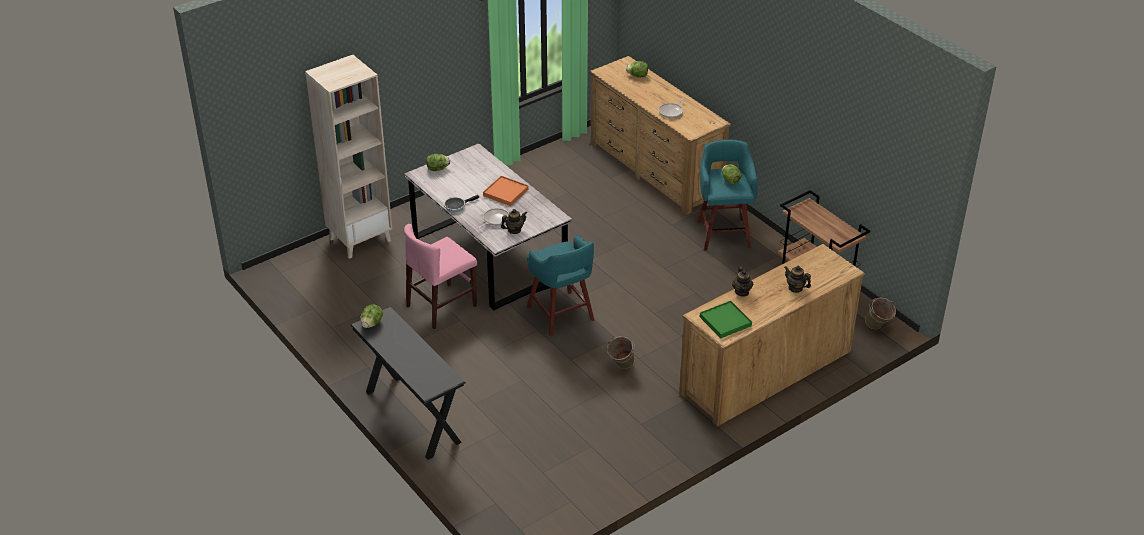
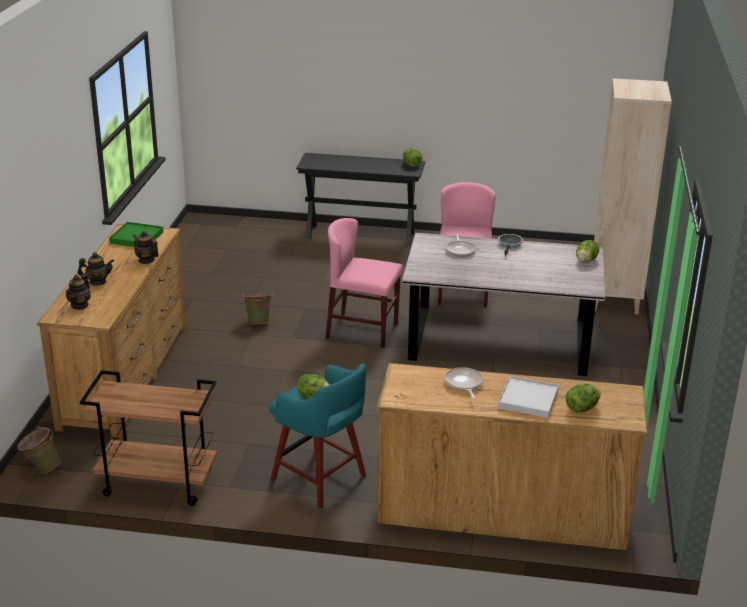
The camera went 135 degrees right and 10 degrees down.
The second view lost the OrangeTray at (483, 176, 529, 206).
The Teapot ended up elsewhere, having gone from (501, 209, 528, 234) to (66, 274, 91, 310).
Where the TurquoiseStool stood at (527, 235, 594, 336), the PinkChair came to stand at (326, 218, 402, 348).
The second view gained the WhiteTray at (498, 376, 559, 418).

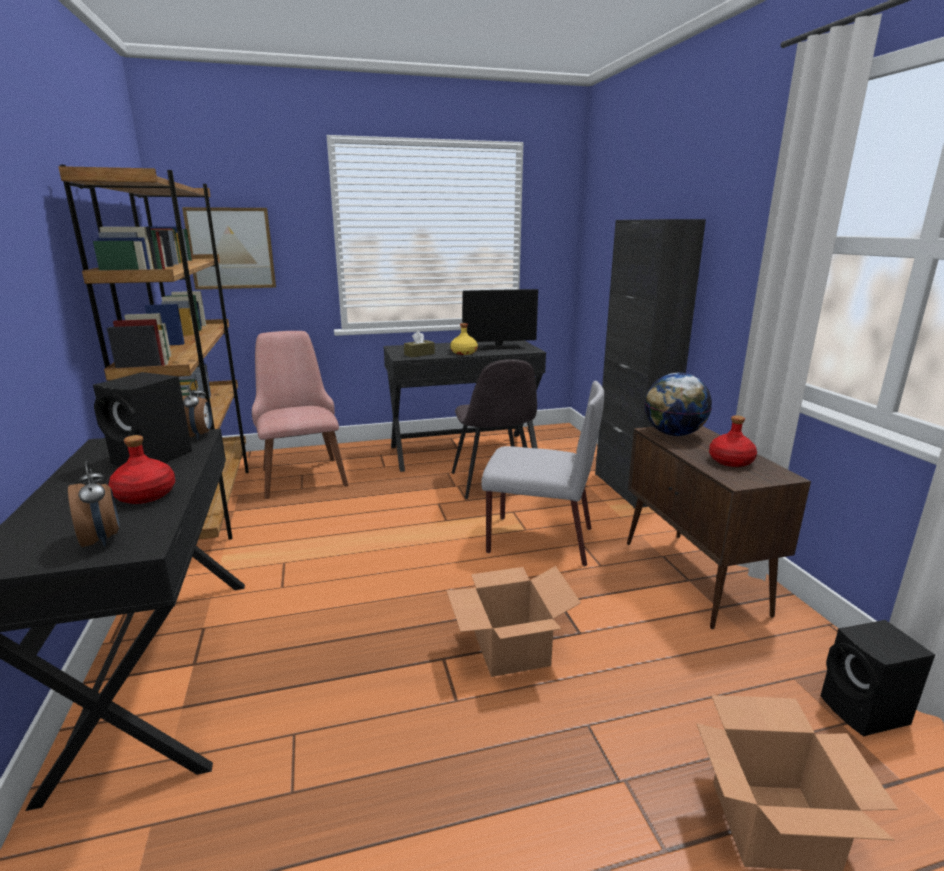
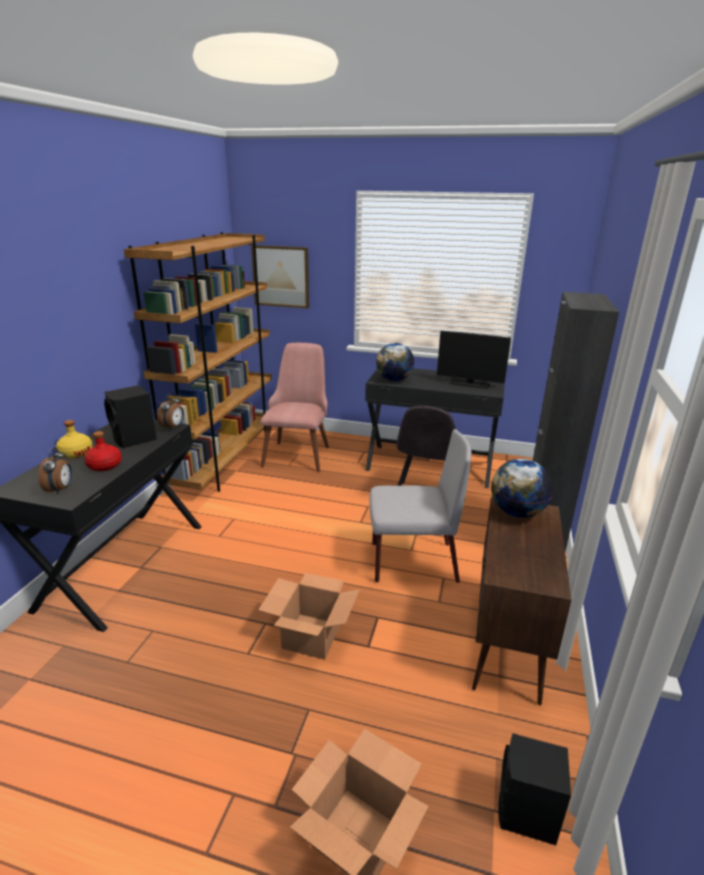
The camera went 30 degrees right and 5 degrees up.
Where the BrownTissueBox stood at (404, 331, 435, 357), the Globe came to stand at (376, 343, 414, 381).
The YellowBottle ended up elsewhere, having gone from (450, 323, 478, 355) to (56, 420, 93, 458).
The GreyChair at (481, 381, 604, 566) ended up facing another way, 45 degrees counterclockwise from before.
The second view lost the RedBottle at (709, 415, 757, 467).

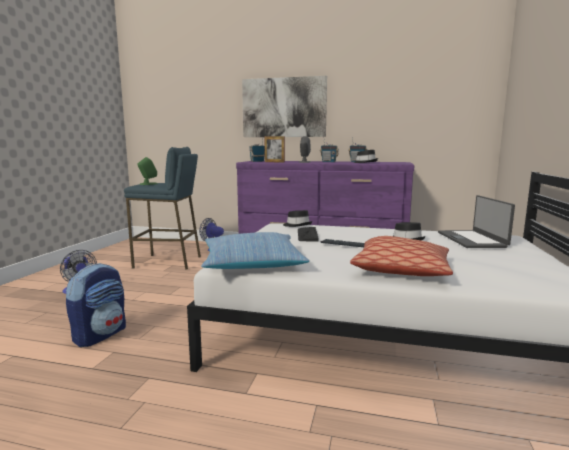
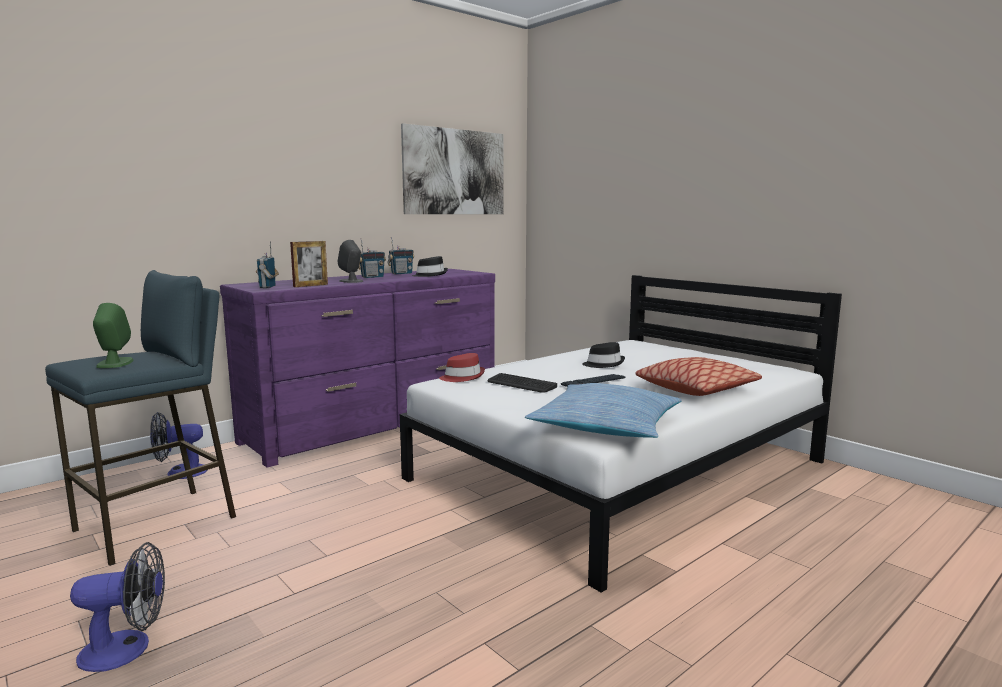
The camera went 55 degrees left and 0 degrees up.
The second view lost the Backpack at (66, 263, 126, 347).
The Picture ended up elsewhere, having gone from (242, 76, 327, 137) to (401, 123, 504, 214).
What was the BlackHat at (283, 210, 312, 227) turned into the RedHat at (439, 353, 485, 382).
The second view lost the Laptop at (438, 195, 515, 248).

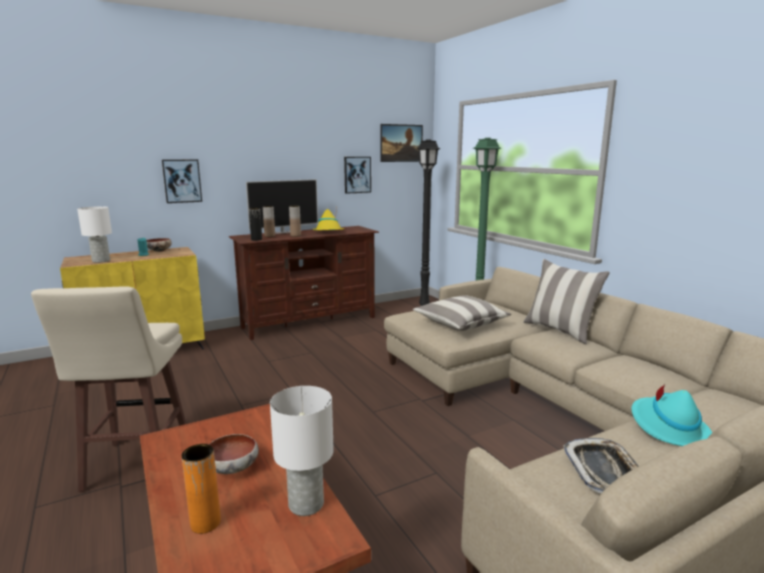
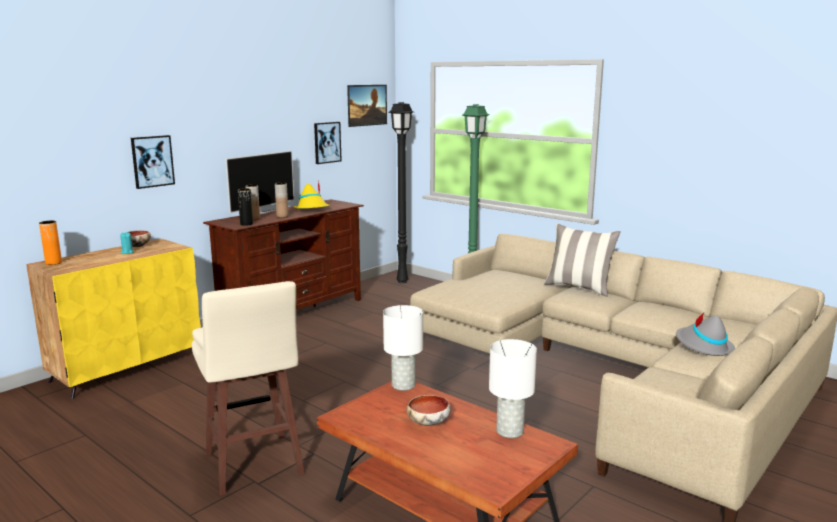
The camera went 20 degrees left and 0 degrees up.
The WhiteTableLamp ended up elsewhere, having gone from (77, 206, 112, 263) to (383, 305, 423, 391).
The OrangeVase ended up elsewhere, having gone from (181, 444, 221, 534) to (39, 221, 62, 265).
The second view lost the Pillow at (413, 295, 511, 331).
The second view lost the Tray at (563, 438, 639, 494).
What was the TurquoiseHat at (632, 384, 712, 446) turned into the GreyHat at (676, 313, 735, 356).

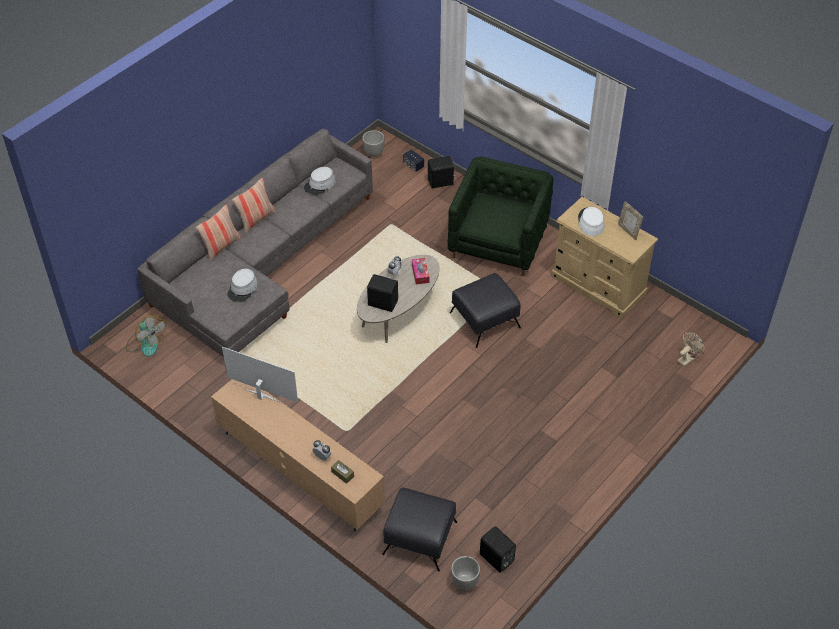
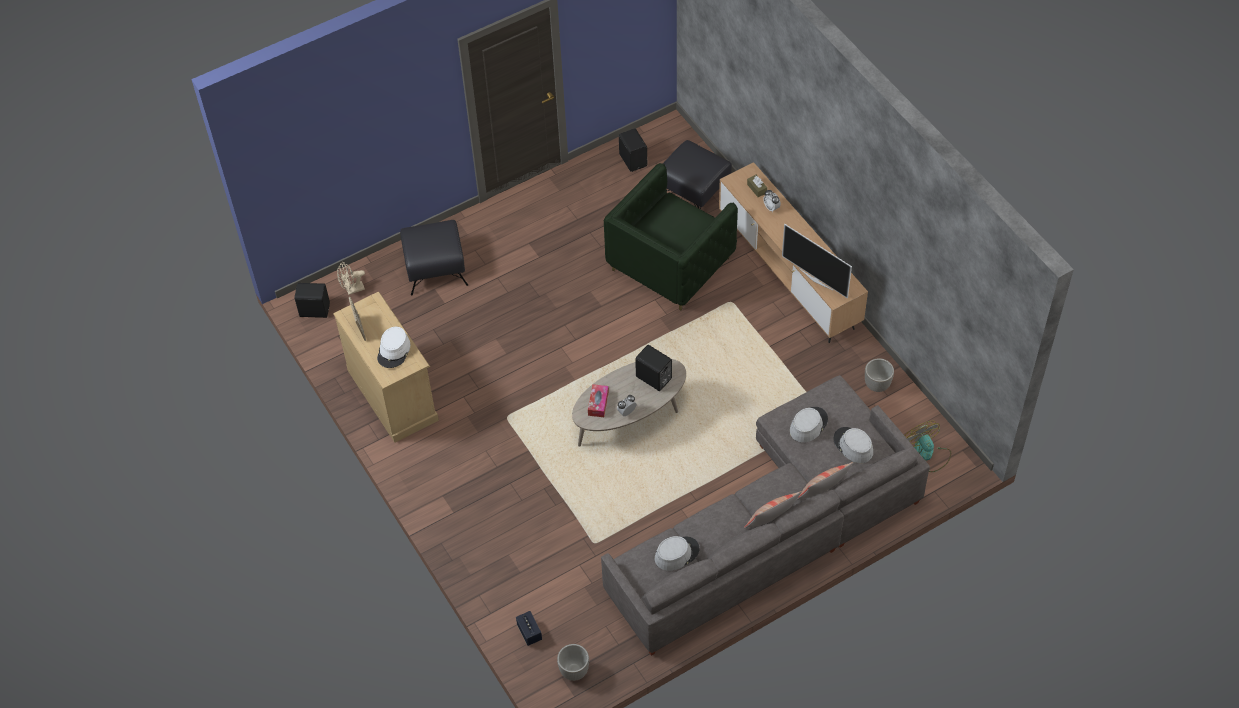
The camera went 160 degrees left and 5 degrees up.
The BlackSpeaker ended up elsewhere, having gone from (428, 156, 455, 189) to (295, 283, 330, 318).
The GreenArmchair ended up elsewhere, having gone from (447, 157, 554, 276) to (604, 163, 738, 310).
The BlackOttoman ended up elsewhere, having gone from (450, 273, 521, 348) to (400, 220, 468, 296).
The Planter ended up elsewhere, having gone from (451, 556, 480, 590) to (865, 358, 894, 392).
The second view gained the GreyHat at (834, 427, 873, 463).

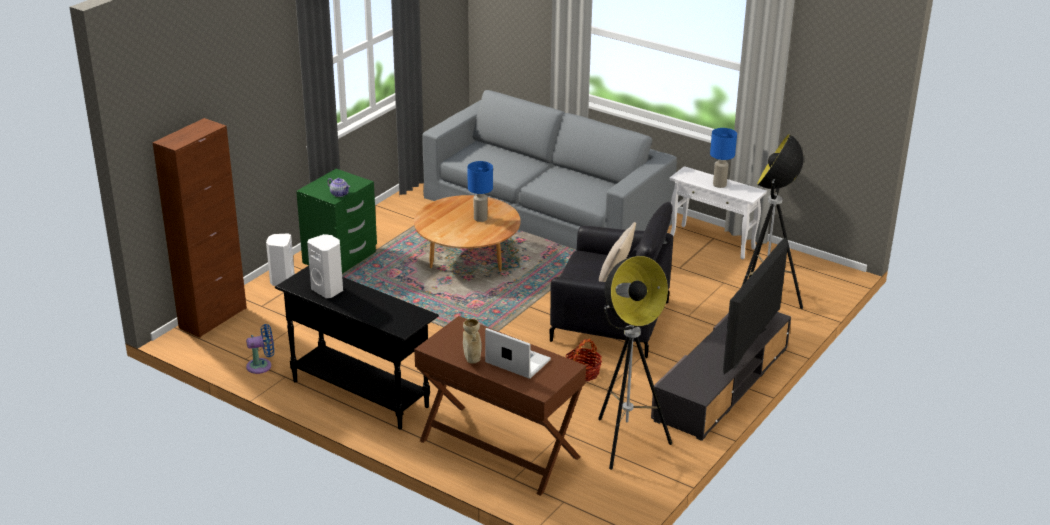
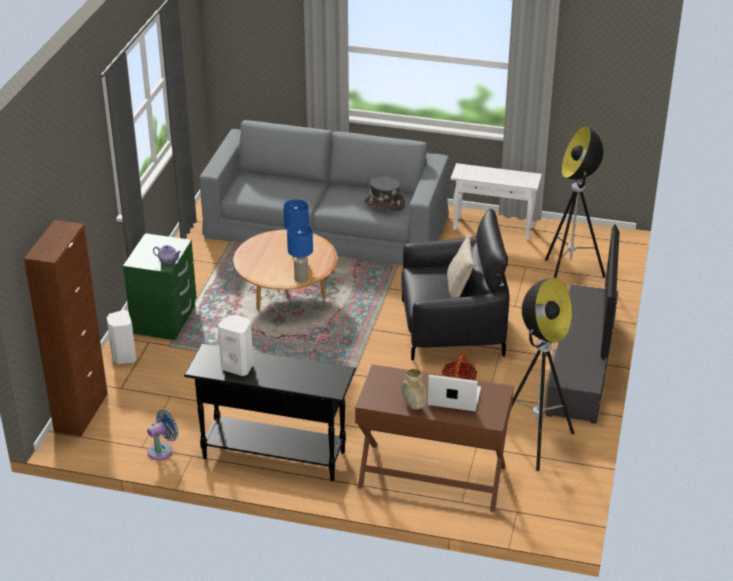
The camera went 20 degrees left and 5 degrees up.
The BlueTableLamp ended up elsewhere, having gone from (710, 128, 737, 188) to (287, 223, 313, 283).
The second view gained the GreyHat at (365, 176, 405, 211).

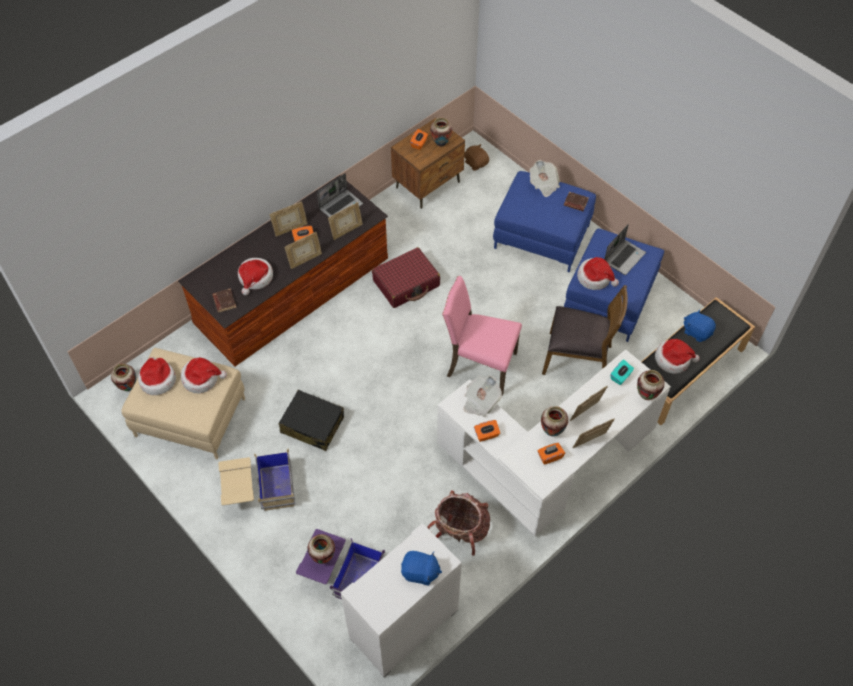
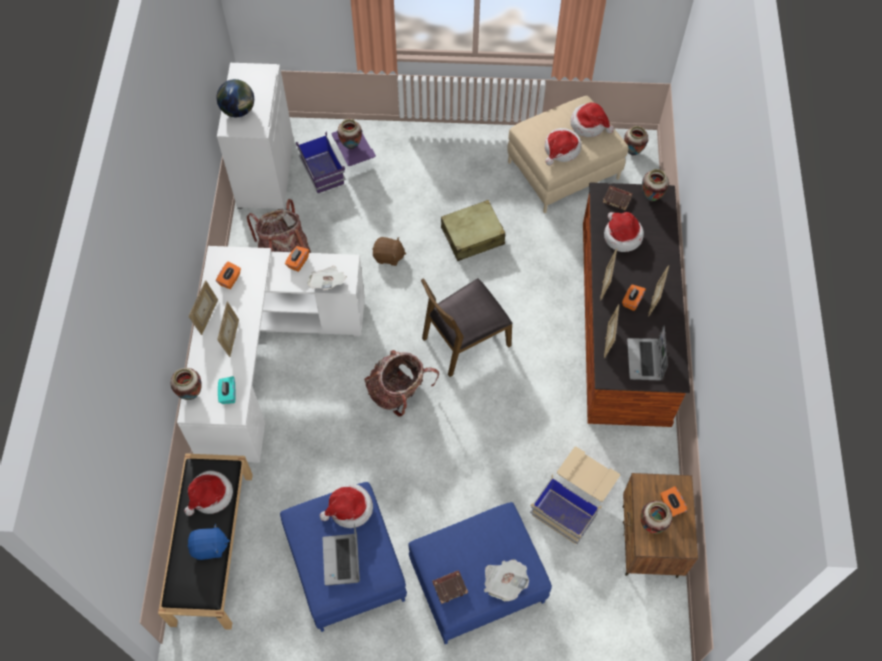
The camera went 135 degrees right and 5 degrees up.
The BeigeStorageBox ended up elsewhere, having gone from (218, 448, 295, 511) to (530, 447, 620, 544).
What was the BlackSuitcase at (279, 390, 344, 451) turned into the BeigeSuitcase at (441, 200, 505, 261).
The second view lost the RedSuitcase at (372, 247, 440, 308).
Where the BluePlushToy stood at (401, 551, 442, 586), the Globe came to stand at (217, 79, 254, 117).
Where the PinkChair stood at (442, 276, 522, 396), the Backpack came to stand at (364, 350, 439, 417).
The BrownPlushToy ended up elsewhere, having gone from (464, 144, 489, 171) to (372, 237, 406, 266).
The Vase ended up elsewhere, having gone from (541, 406, 568, 436) to (642, 169, 669, 201).
The BrownChair ended up elsewhere, having gone from (542, 285, 628, 375) to (421, 278, 513, 377).

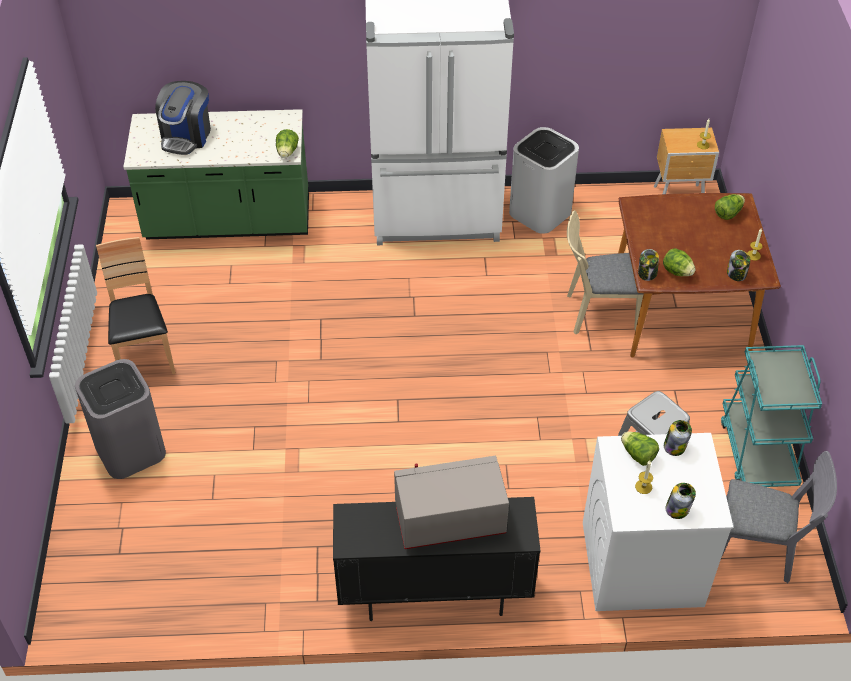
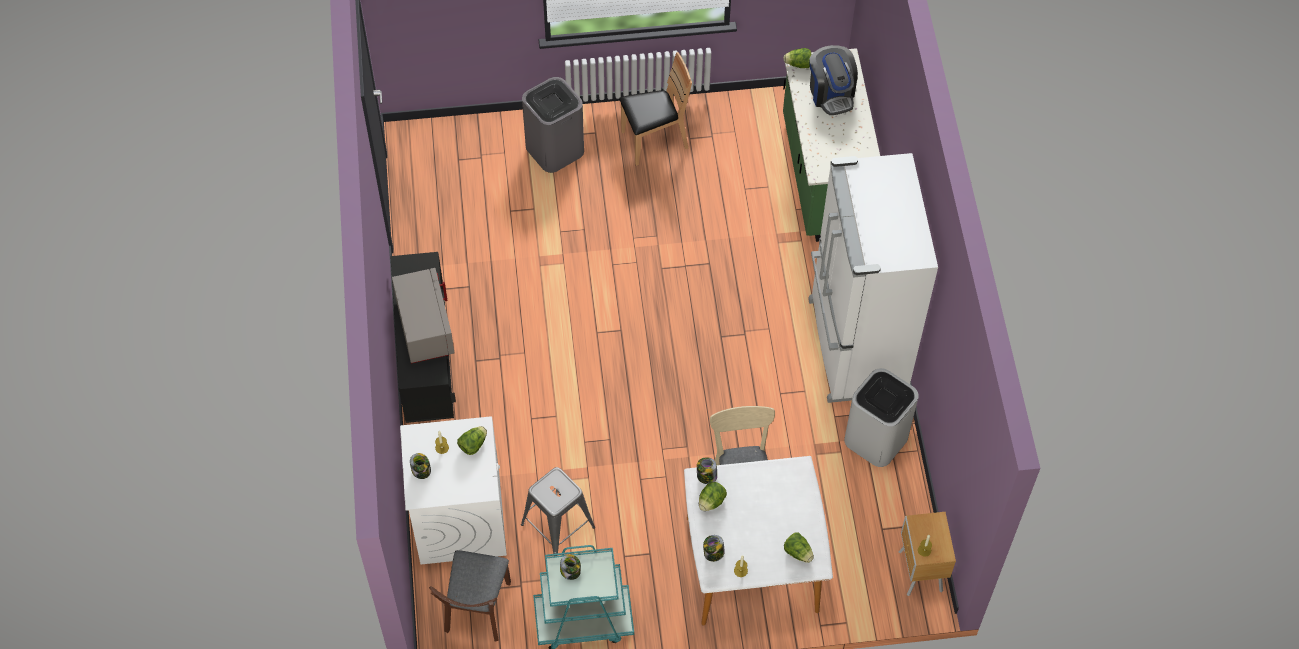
The camera went 85 degrees right and 10 degrees up.
The CoffeeMachine at (155, 81, 211, 155) ended up facing another way, 120 degrees counterclockwise from before.
The Lettuce ended up elsewhere, having gone from (276, 129, 299, 158) to (783, 48, 812, 68).
What was the BrownDiningTable at (618, 193, 781, 358) turned into the WhiteDiningTable at (684, 456, 833, 626).
The Jar ended up elsewhere, having gone from (664, 420, 692, 456) to (560, 554, 581, 580).
What was the GreyChair at (722, 451, 837, 583) turned into the BrownChair at (429, 550, 511, 641).

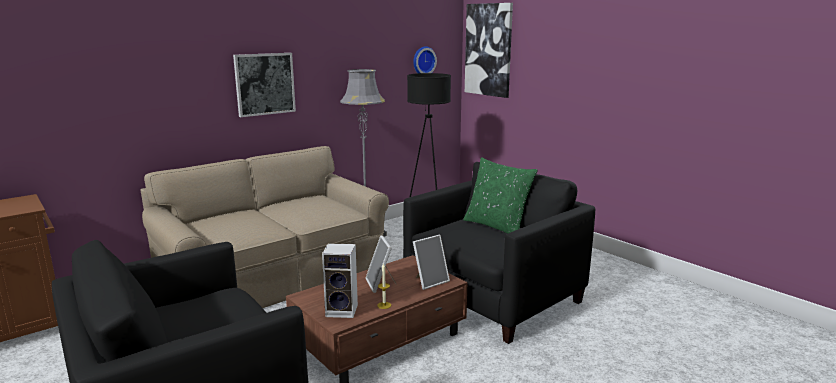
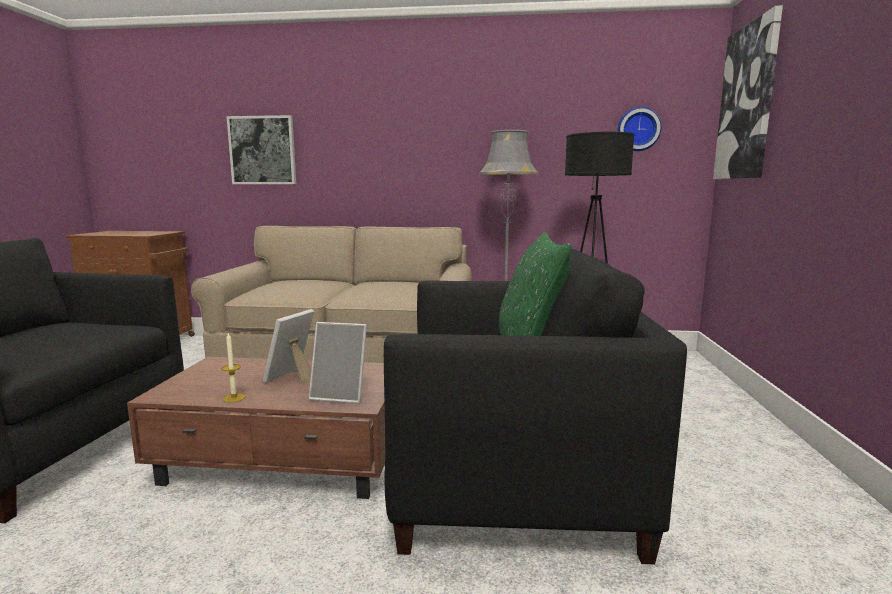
The camera went 45 degrees right and 5 degrees down.
The Picture ended up elsewhere, having gone from (233, 53, 296, 117) to (226, 115, 296, 184).
The second view lost the Speaker at (322, 243, 358, 318).

